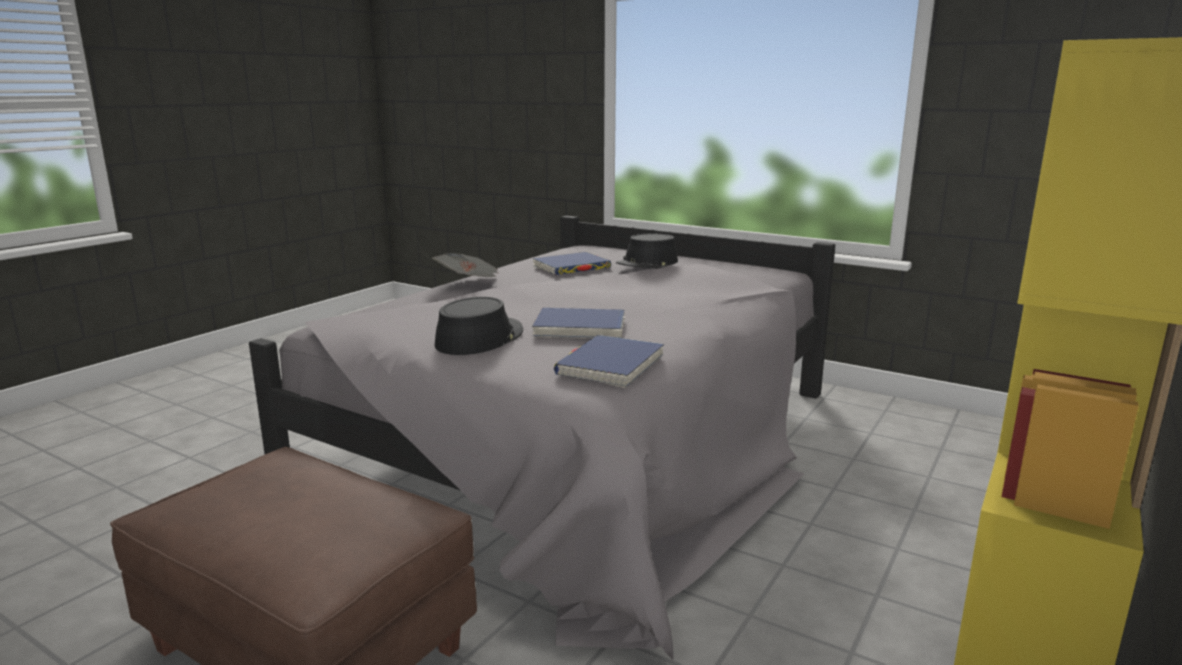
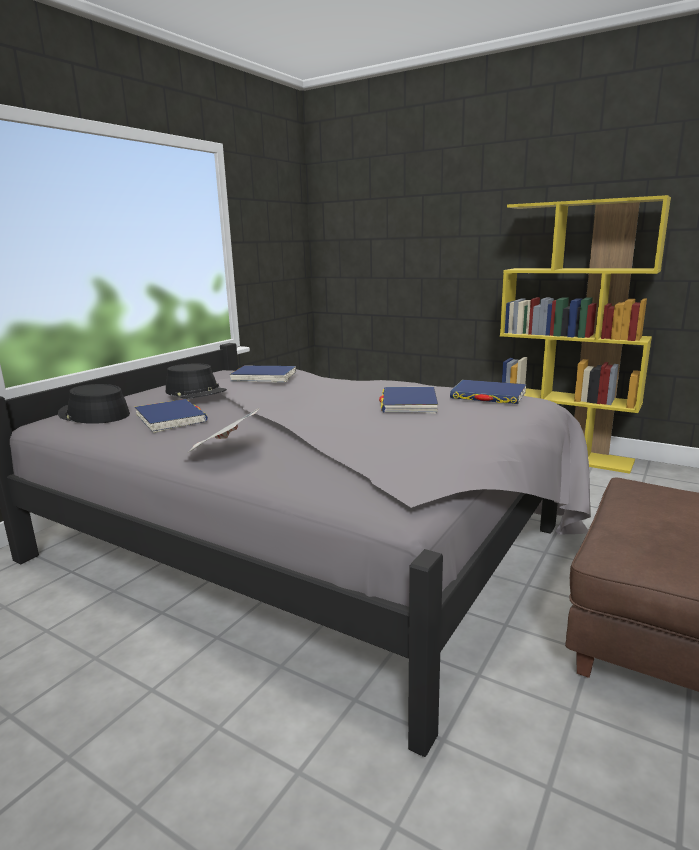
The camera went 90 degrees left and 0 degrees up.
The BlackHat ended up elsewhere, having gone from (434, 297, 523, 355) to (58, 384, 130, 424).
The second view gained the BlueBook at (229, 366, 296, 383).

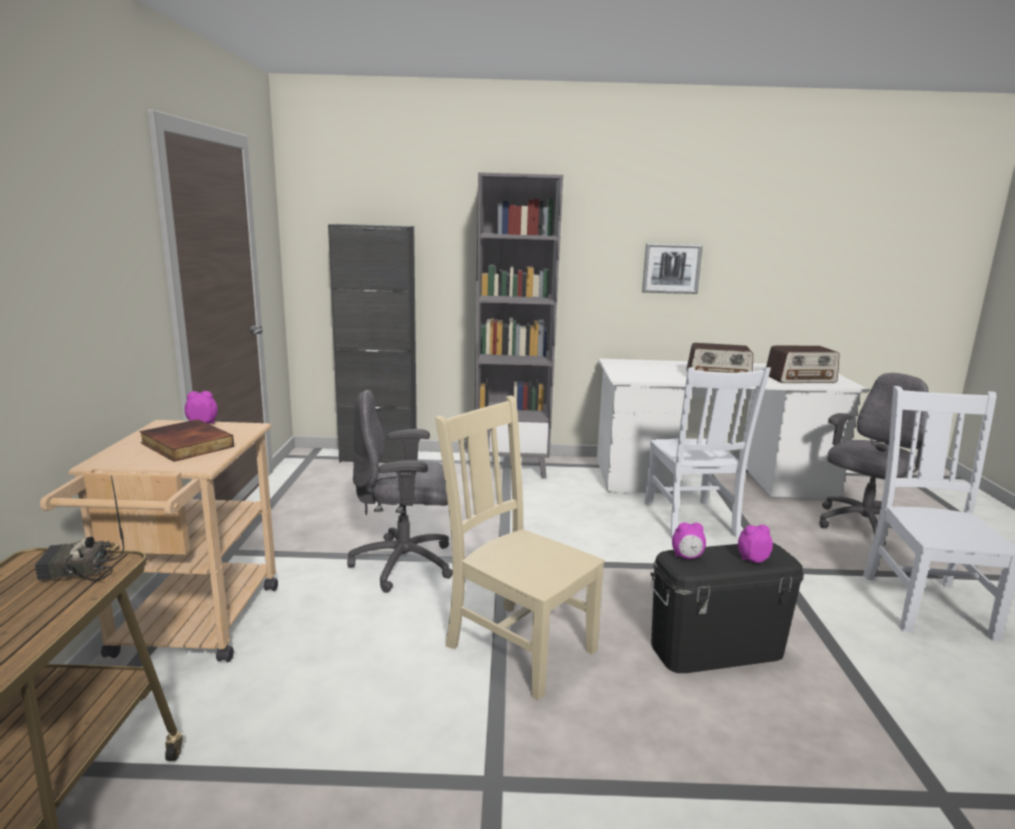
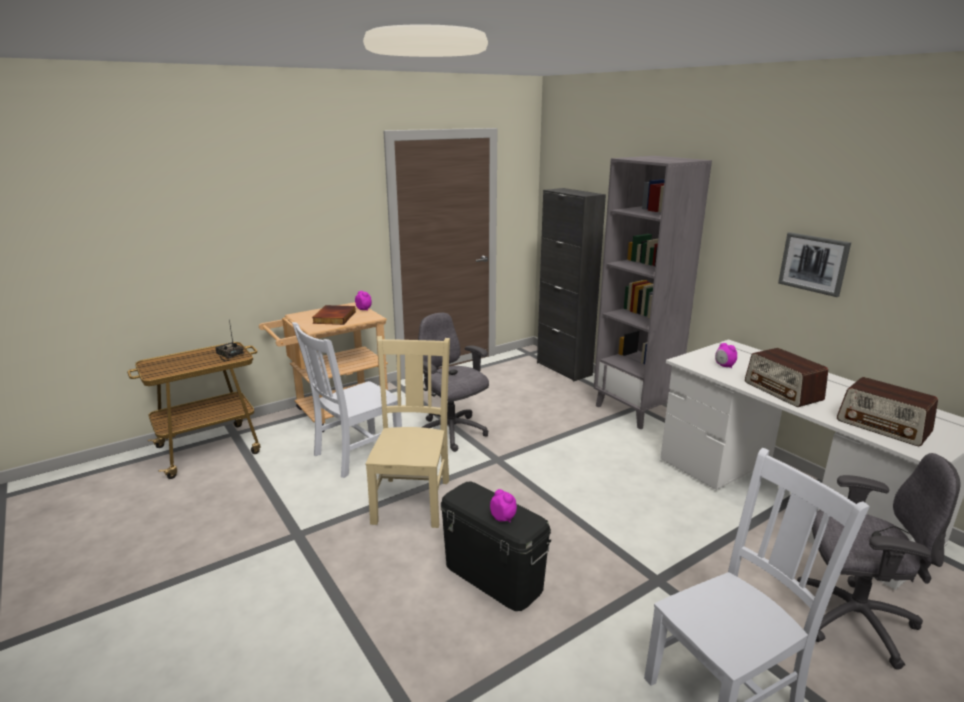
The camera went 55 degrees right and 5 degrees up.
The WhiteChair ended up elsewhere, having gone from (644, 367, 771, 539) to (292, 322, 402, 478).
The AlarmClock ended up elsewhere, having gone from (672, 522, 706, 559) to (715, 343, 737, 368).

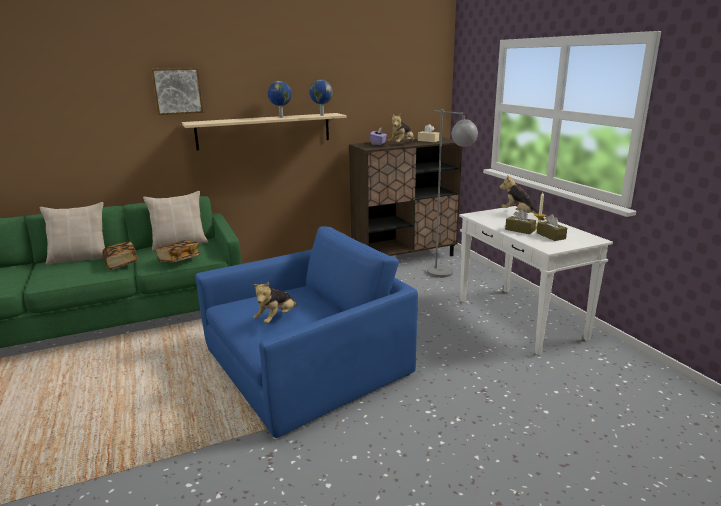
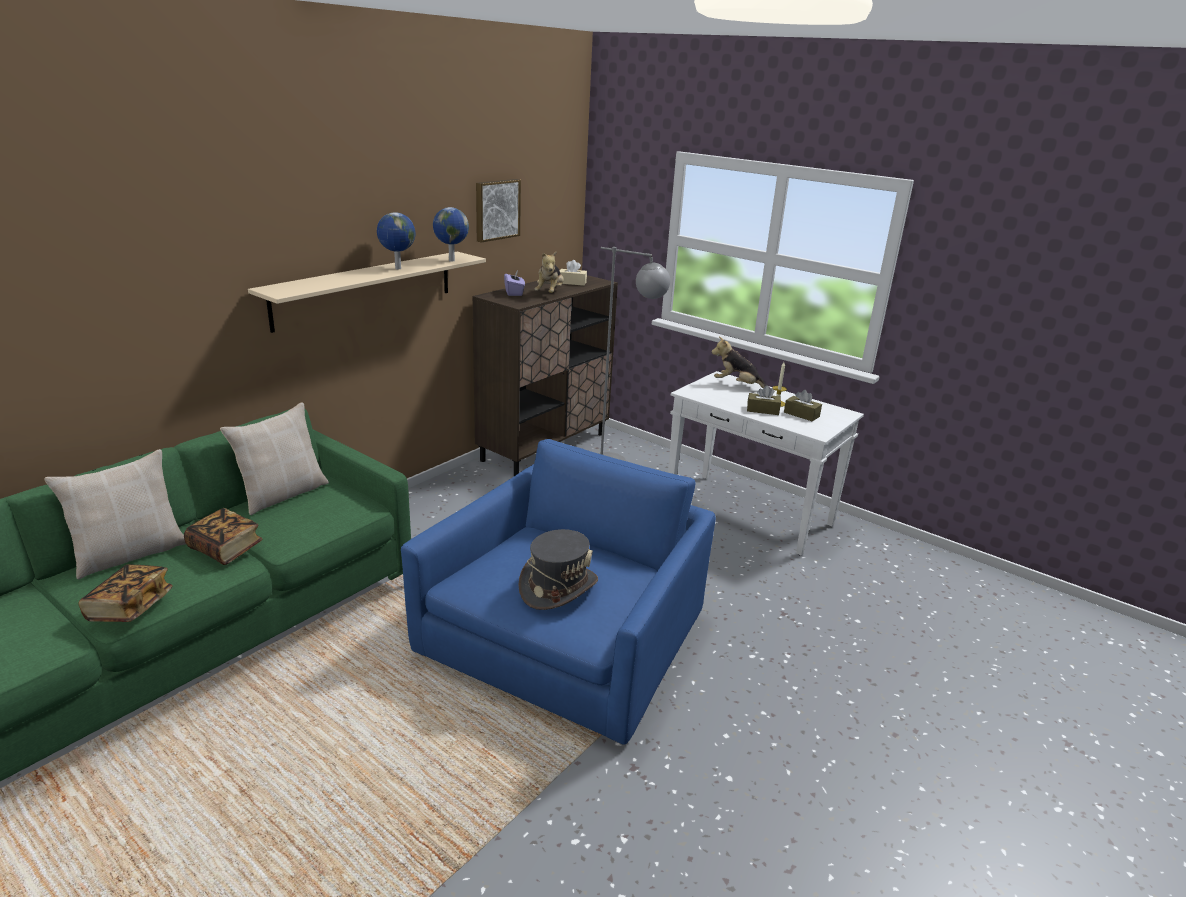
The camera went 30 degrees left and 5 degrees up.
The Picture ended up elsewhere, having gone from (151, 68, 203, 115) to (476, 179, 521, 243).
The Book ended up elsewhere, having gone from (156, 240, 201, 262) to (78, 564, 172, 622).
Where the PlushToy stood at (253, 282, 297, 324), the GreyHat came to stand at (518, 529, 598, 610).

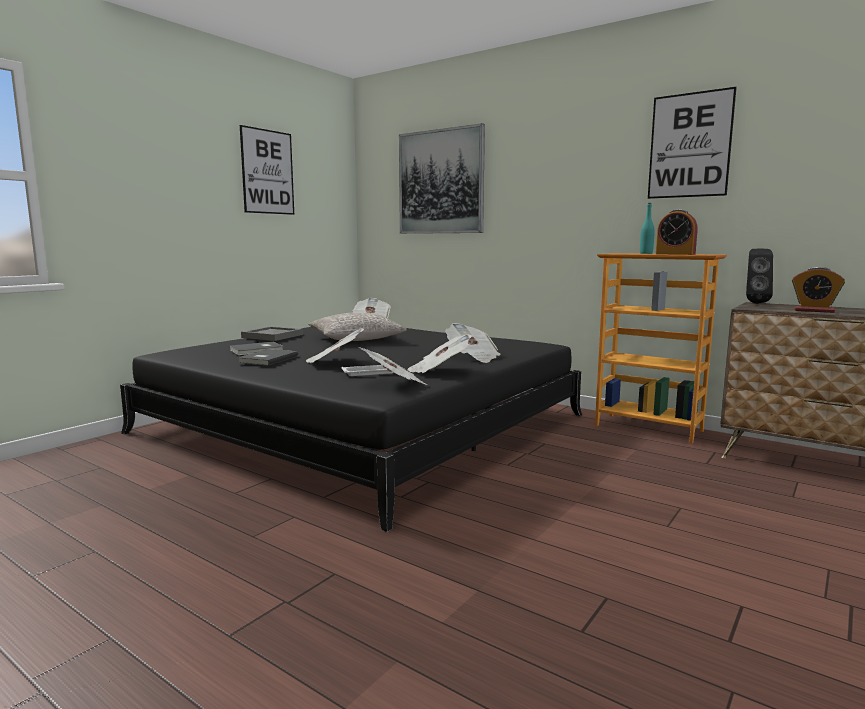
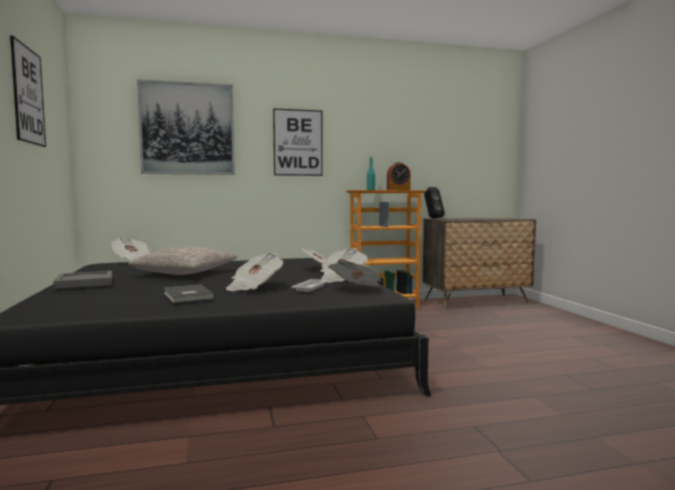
The camera went 50 degrees left and 5 degrees down.
The second view lost the GreyBook at (229, 342, 284, 356).
The Picture ended up elsewhere, having gone from (648, 87, 737, 199) to (273, 108, 323, 176).
The second view lost the AlarmClock at (792, 267, 845, 313).

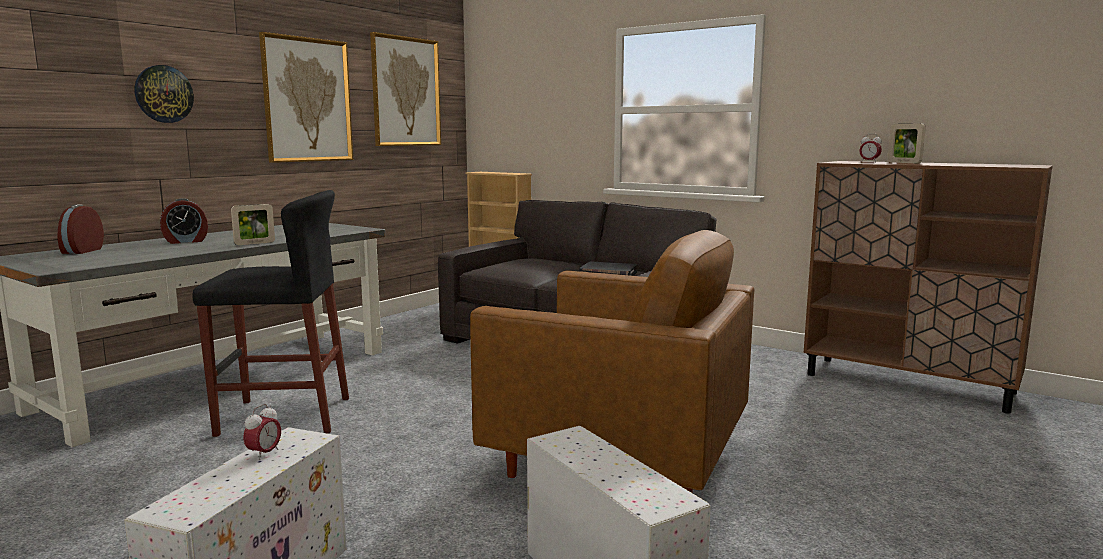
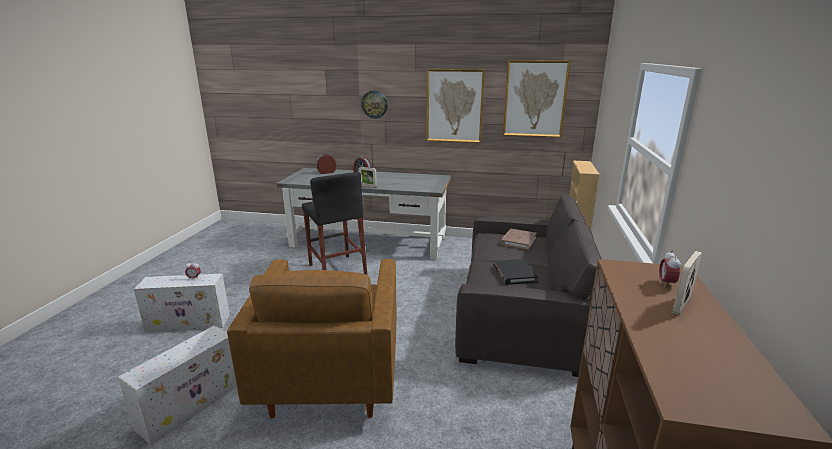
The camera went 65 degrees right and 10 degrees up.
The second view gained the BrownBook at (500, 229, 537, 250).

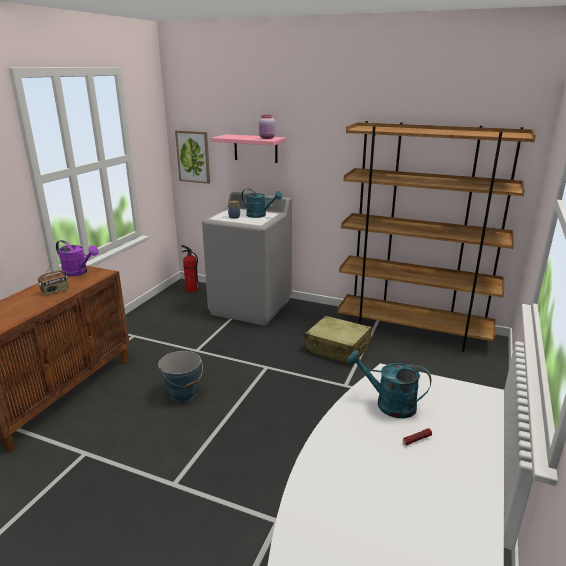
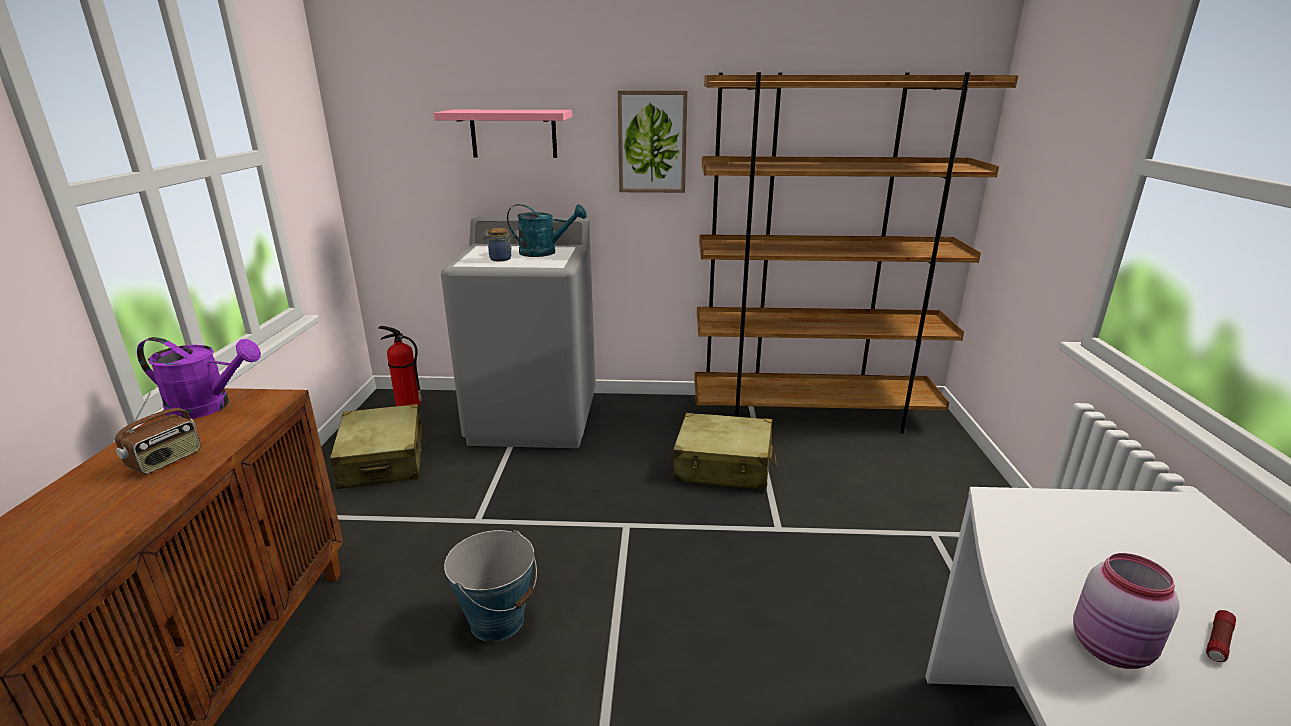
The camera went 20 degrees left and 0 degrees up.
The Picture ended up elsewhere, having gone from (175, 130, 210, 184) to (618, 90, 687, 193).
The PinkJar ended up elsewhere, having gone from (259, 115, 275, 139) to (1073, 553, 1180, 669).
The second view lost the TurquoiseWateringCan at (347, 350, 431, 418).
The second view gained the BeigeSuitcase at (330, 404, 423, 489).

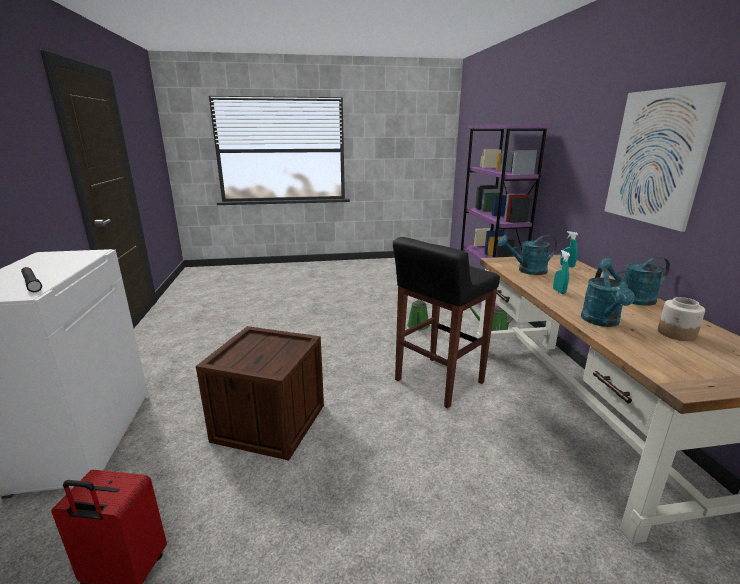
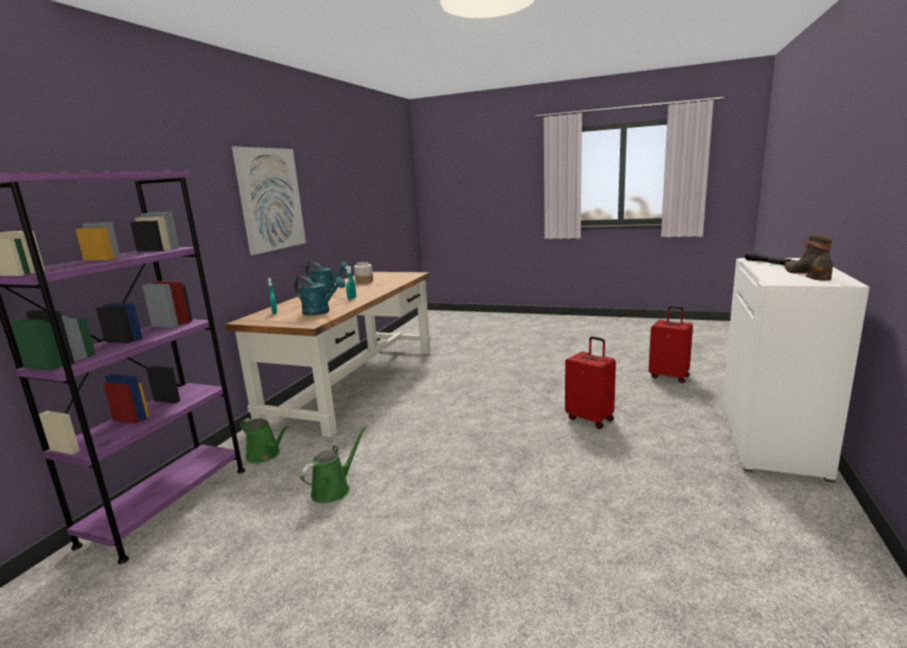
The camera went 150 degrees left and 5 degrees down.
Where the Crate stood at (196, 326, 324, 460), the RedSuitcase came to stand at (565, 336, 616, 429).
The second view lost the BlackStool at (393, 237, 500, 408).
The second view lost the TurquoiseWateringCan at (581, 268, 635, 327).
The second view gained the Boot at (785, 235, 833, 280).

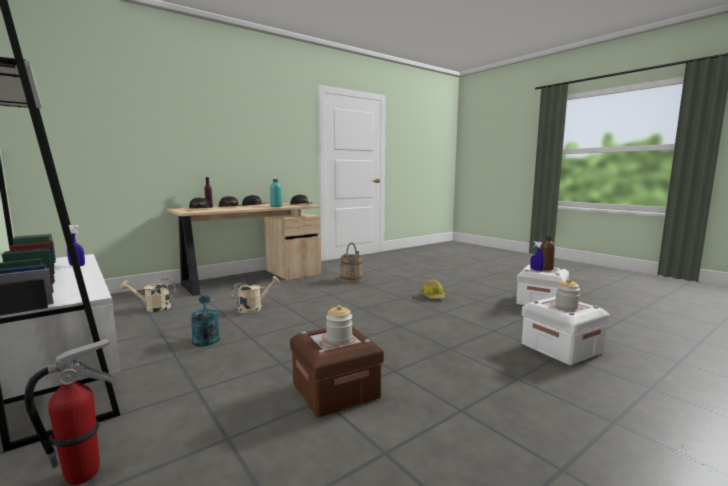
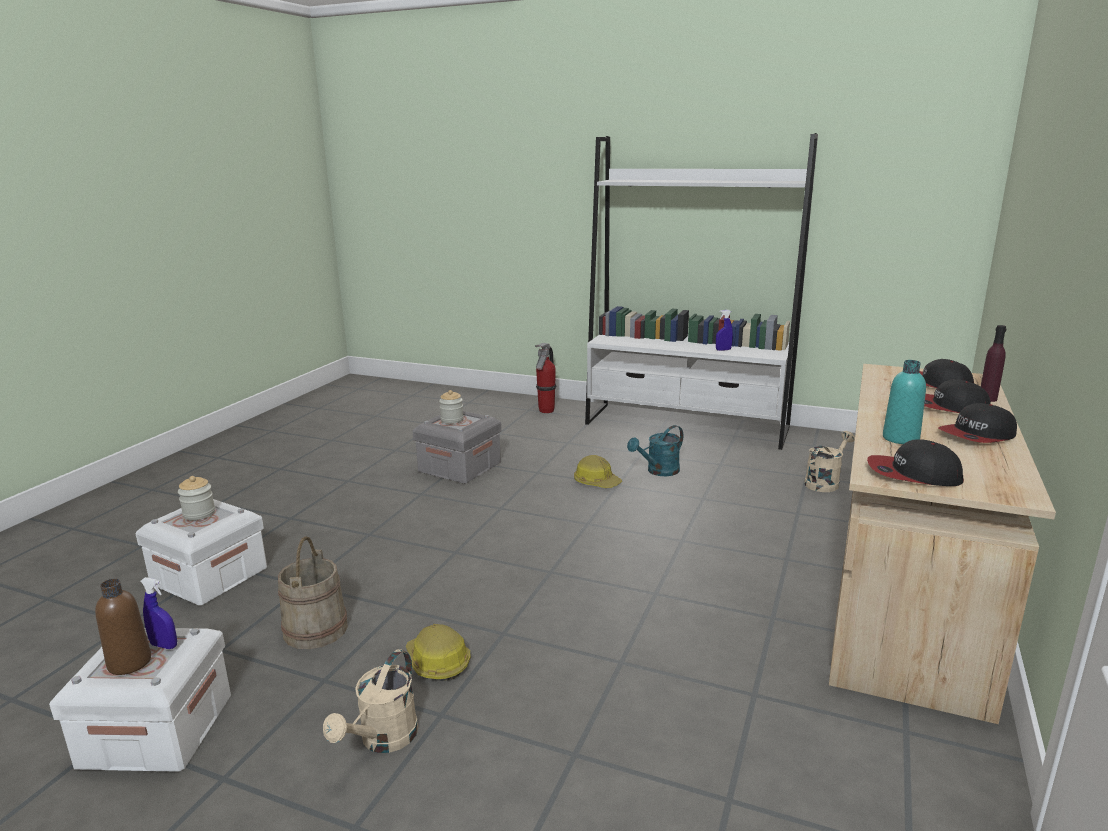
The camera went 150 degrees right and 10 degrees up.
The TurquoiseWateringCan at (191, 295, 220, 347) ended up facing another way, 105 degrees clockwise from before.
The BeigeWateringCan ended up elsewhere, having gone from (232, 276, 280, 314) to (323, 649, 419, 753).
What was the BrownStorageBox at (290, 326, 384, 418) turned into the GreyStorageBox at (413, 411, 502, 484).
The BeigeBucket ended up elsewhere, having gone from (340, 243, 363, 283) to (278, 537, 348, 649).
The second view gained the HardHat at (574, 455, 622, 488).

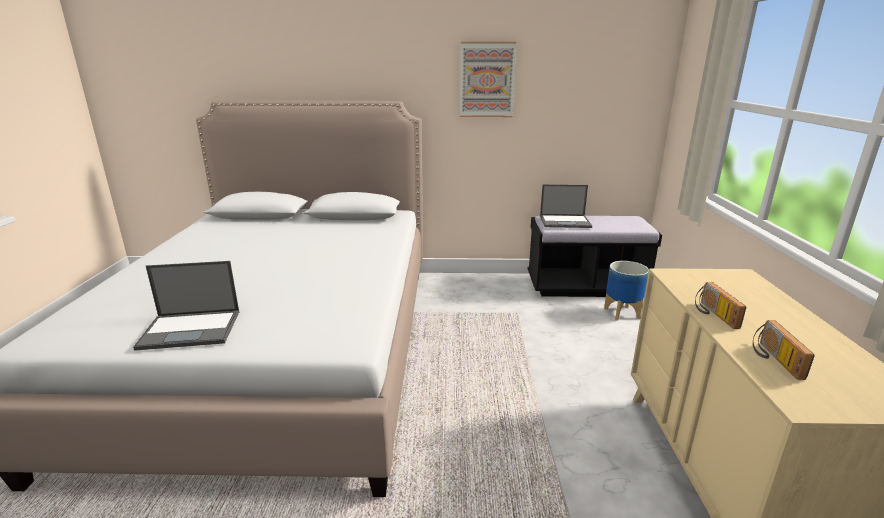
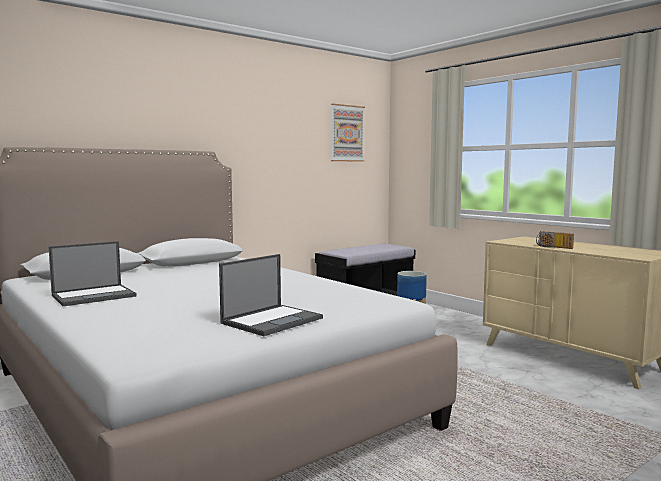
The camera went 40 degrees left and 15 degrees down.
The Picture ended up elsewhere, having gone from (460, 42, 516, 117) to (331, 104, 365, 162).
The Laptop ended up elsewhere, having gone from (540, 184, 592, 228) to (48, 241, 137, 306).
The second view lost the Radio at (753, 320, 815, 380).

